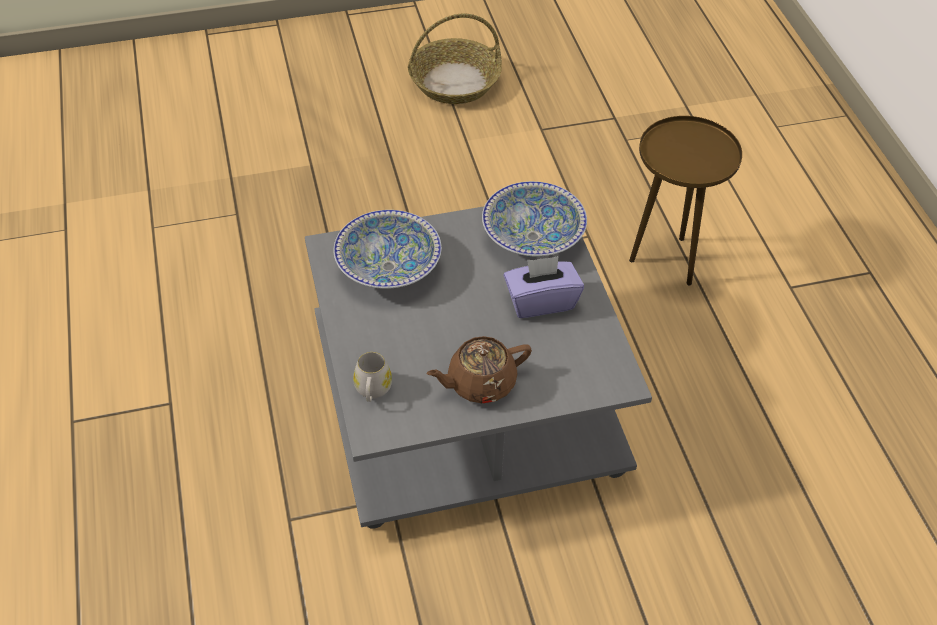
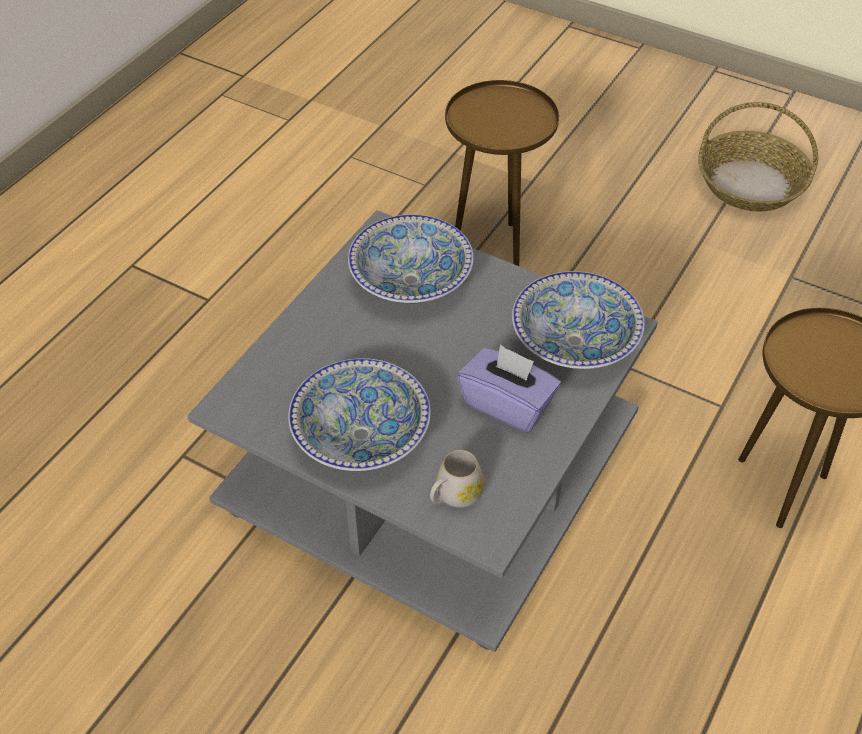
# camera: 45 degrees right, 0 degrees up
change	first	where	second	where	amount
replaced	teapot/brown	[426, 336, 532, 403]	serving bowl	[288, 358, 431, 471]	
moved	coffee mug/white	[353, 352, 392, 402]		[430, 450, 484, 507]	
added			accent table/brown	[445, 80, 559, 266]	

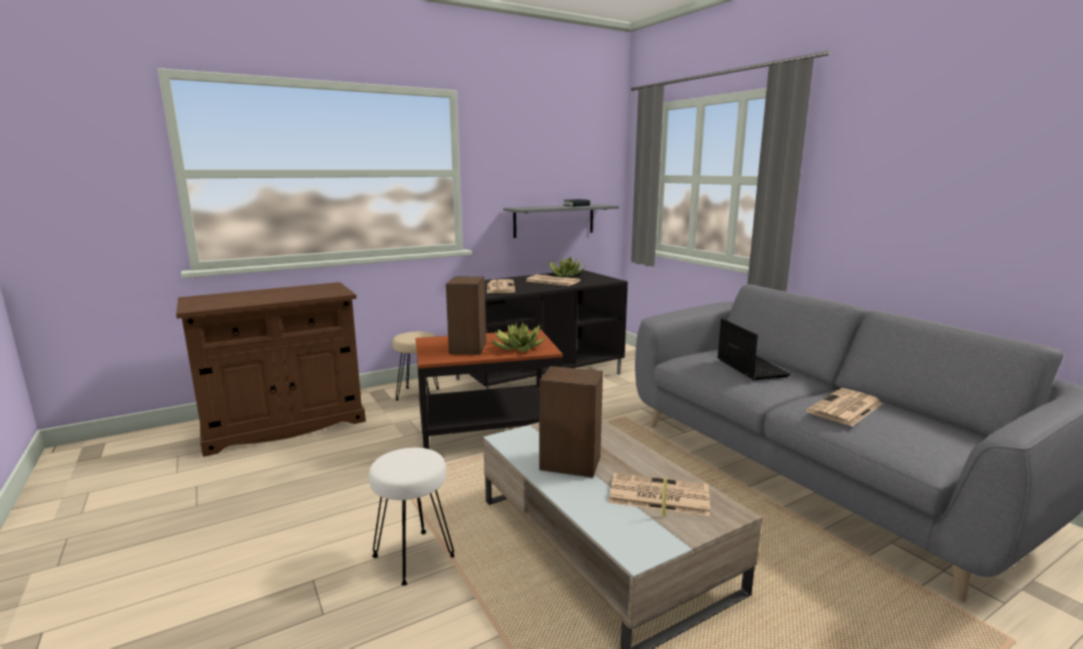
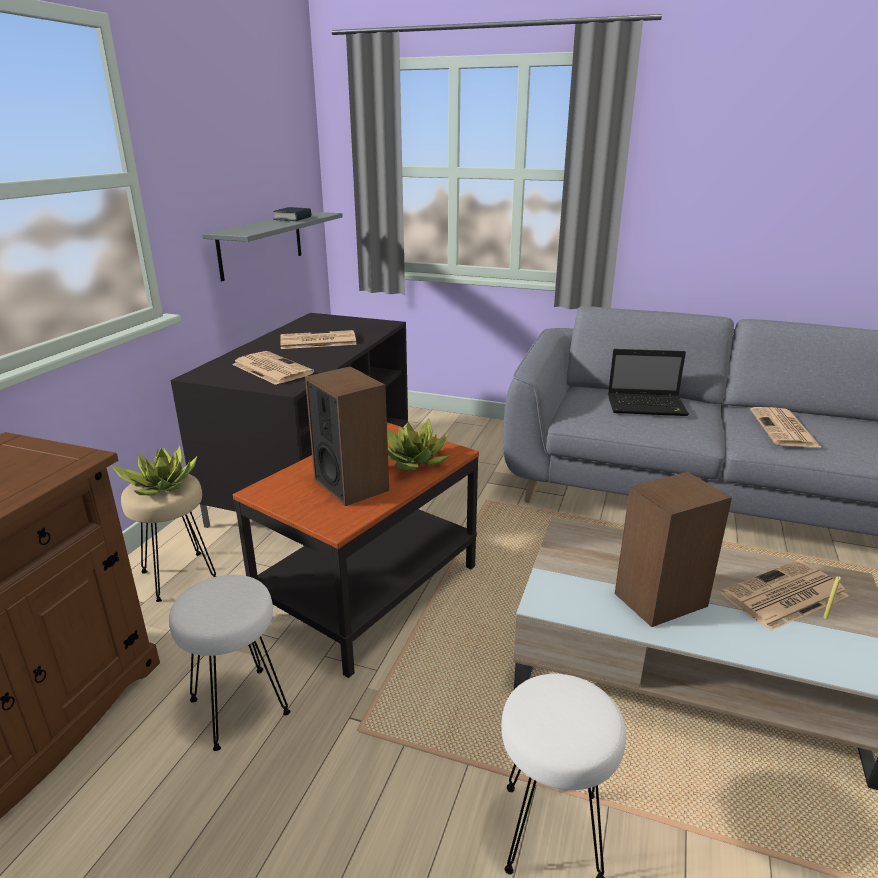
# camera: 40 degrees left, 10 degrees up
change	first	where	second	where	amount
moved	plant in a pot	[549, 256, 586, 276]		[111, 446, 197, 495]	
added			stool seat/white	[169, 575, 290, 751]	
turned	portable computer	[717, 318, 791, 380]		[608, 349, 689, 416]	150 degrees clockwise

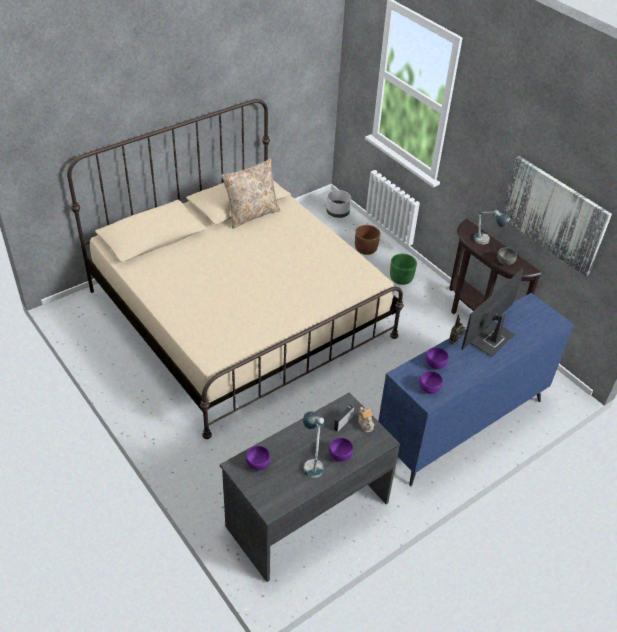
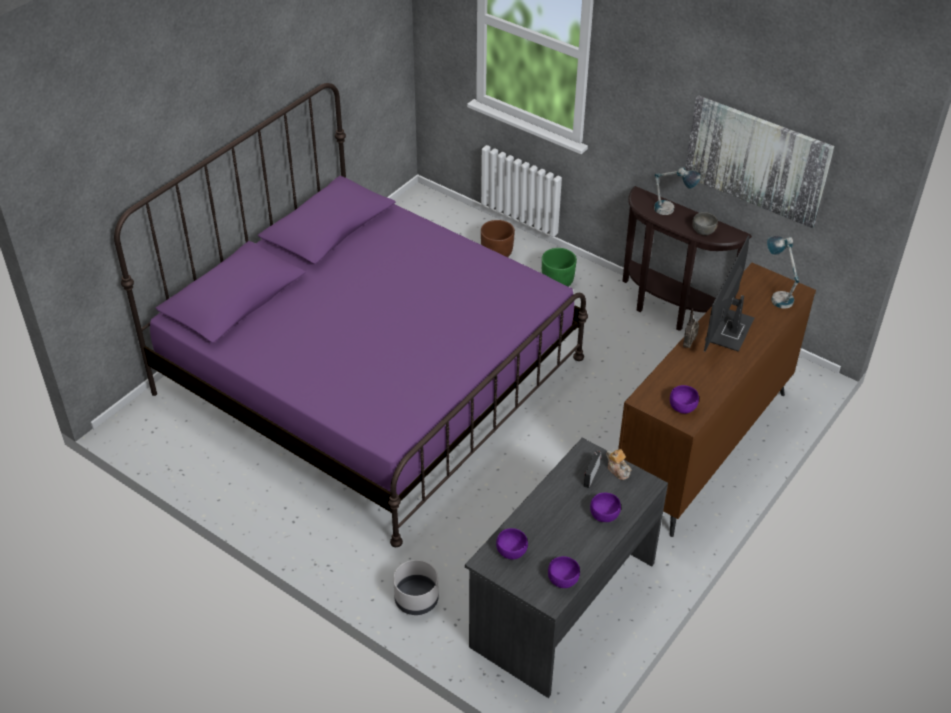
# camera: 15 degrees left, 0 degrees up
change	first	where	second	where	amount
recoloured	sleeping bed/sand-coloured	[67, 99, 404, 439]	sleeping bed/purple-coloured	[114, 83, 588, 547]	
moved	flower pot/grey	[327, 190, 351, 218]		[393, 560, 439, 615]	
moved	serving bowl/purple-coloured	[426, 347, 449, 369]		[548, 556, 580, 588]	
recoloured	drawer chest/blue-coloured	[378, 293, 574, 486]	drawer chest/brown	[618, 263, 816, 537]	
moved	lamp for a table	[303, 411, 324, 478]		[767, 236, 799, 309]	
removed	pillow/sand-coloured	[221, 158, 281, 229]			

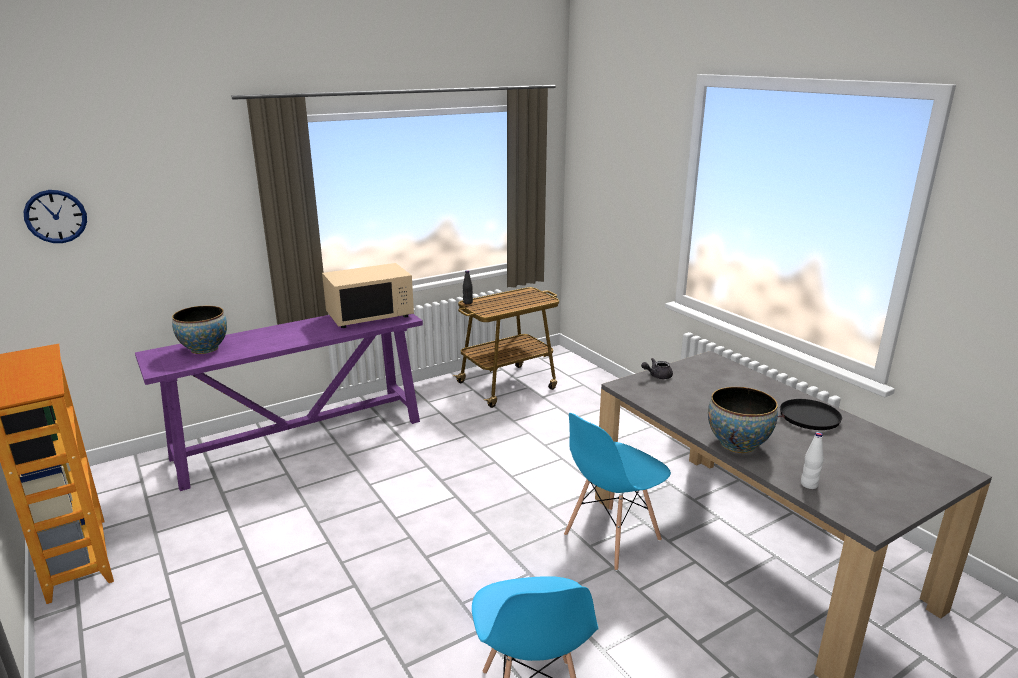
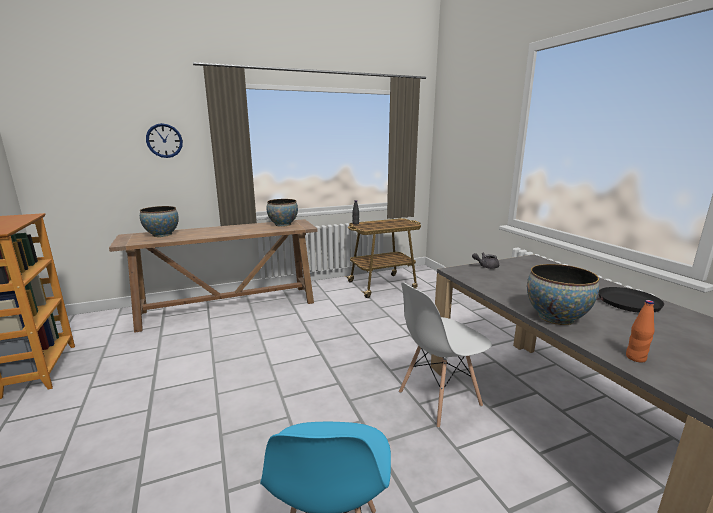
# camera: 10 degrees right, 5 degrees down
change	first	where	second	where	amount
recoloured	console table/purple-coloured	[135, 314, 423, 491]	console table/brown	[109, 219, 318, 333]	
moved	clock on the wall	[24, 190, 87, 243]		[146, 123, 183, 158]	
replaced	microwave/sand-coloured	[322, 263, 414, 328]	serving bowl	[266, 199, 298, 227]	
recoloured	upright chair/blue-coloured	[564, 413, 671, 571]	upright chair/white	[399, 282, 492, 428]	
recoloured	drink bottle/white	[801, 432, 824, 489]	drink bottle/orange-coloured	[626, 300, 655, 363]	

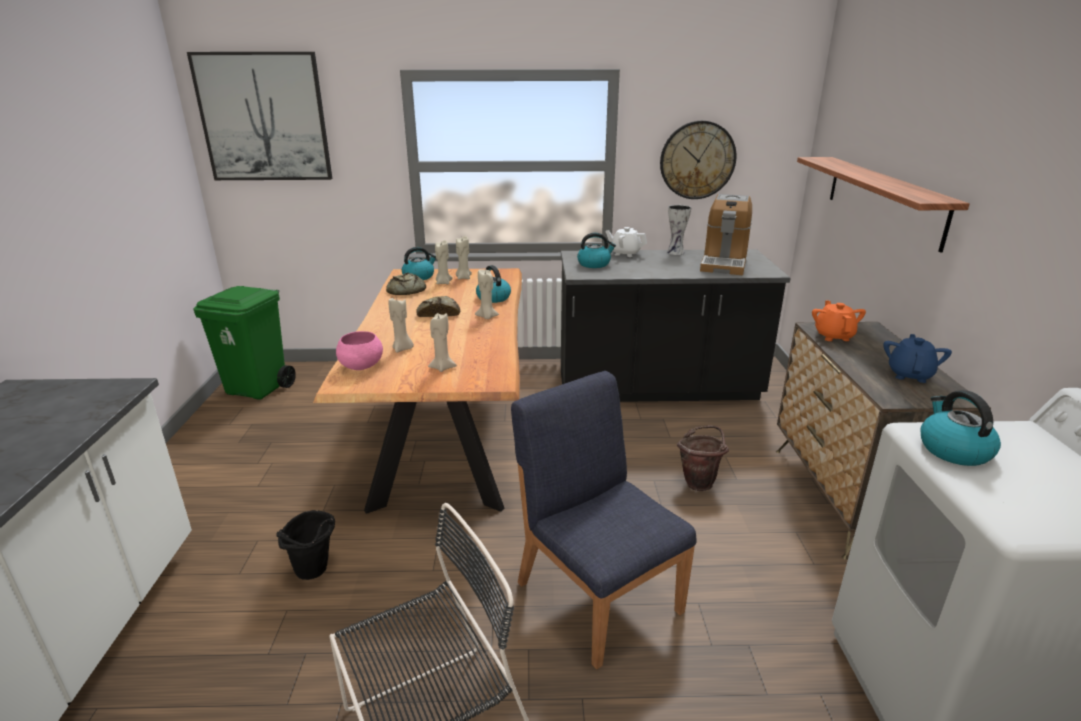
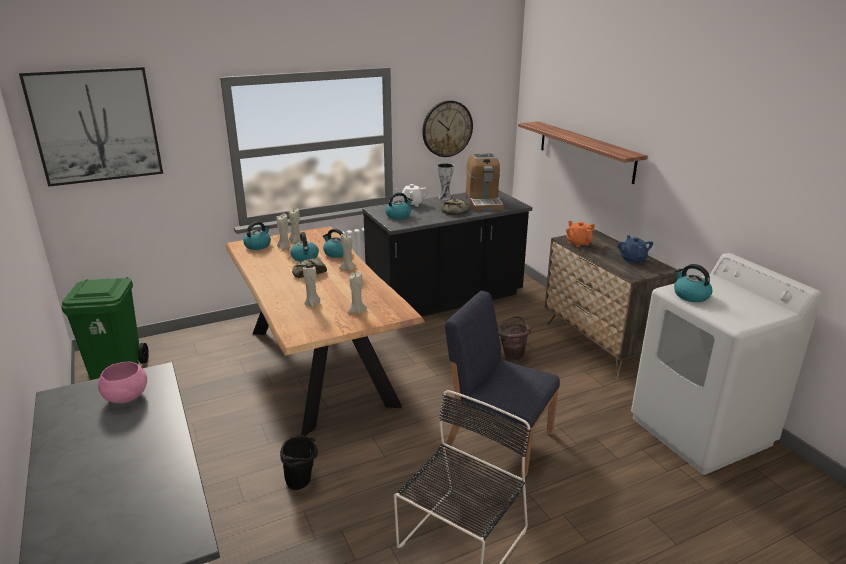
# camera: 25 degrees left, 0 degrees up
change	first	where	second	where	amount
moved	serving bowl/pink-coloured	[336, 331, 383, 370]		[98, 362, 147, 403]	
added			water kettle	[291, 232, 319, 262]	
moved	bread	[386, 273, 426, 295]		[441, 198, 470, 215]	

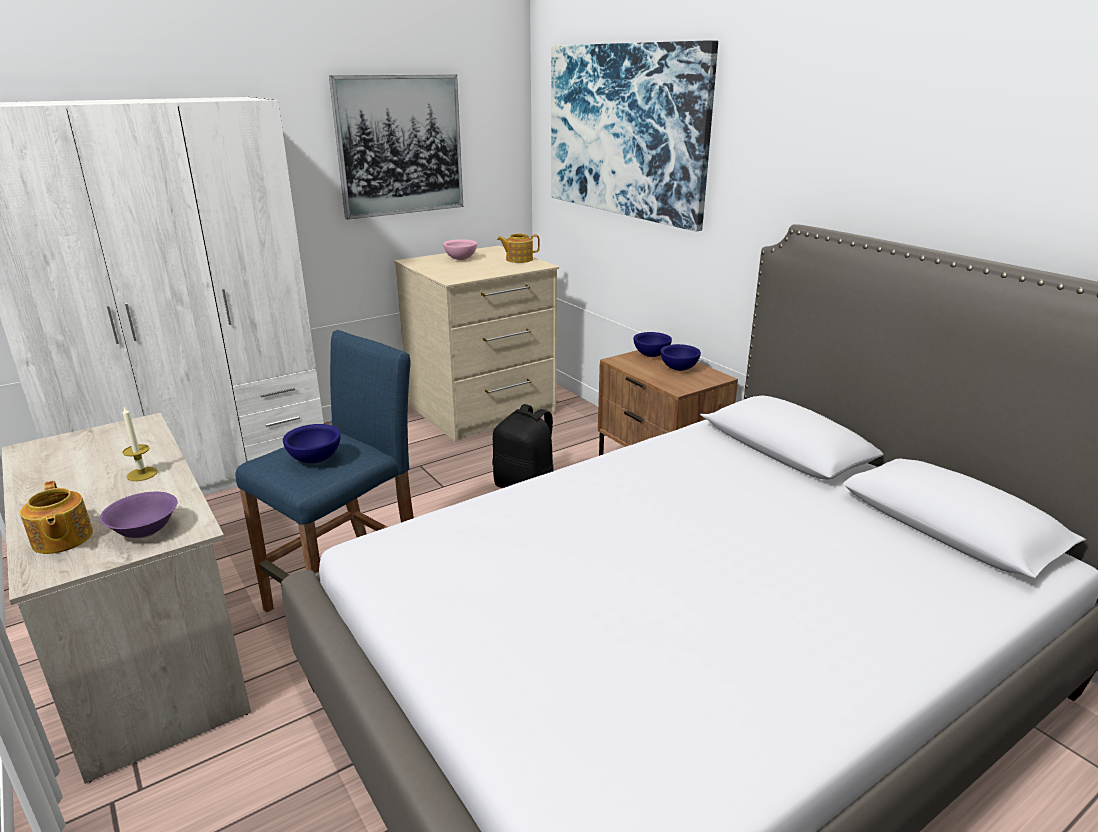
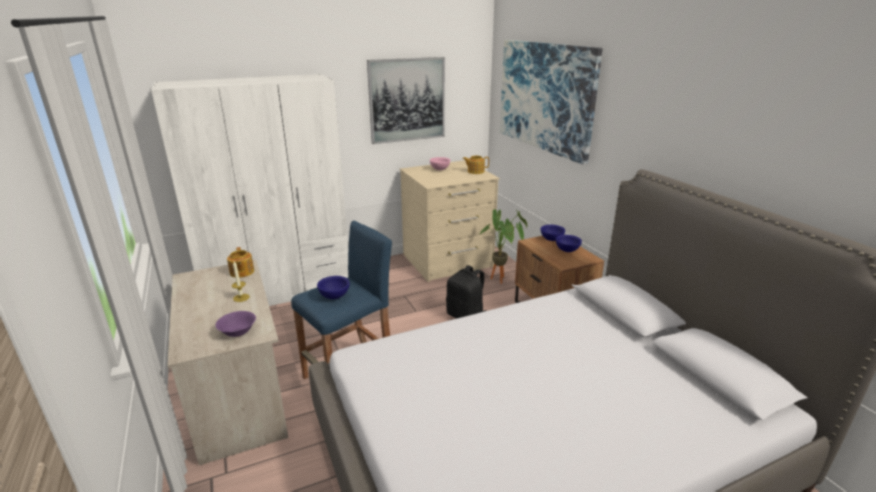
# camera: 10 degrees right, 0 degrees up
change	first	where	second	where	amount
moved	teapot	[20, 481, 93, 554]		[227, 247, 254, 278]	
added			plant in a pot	[480, 209, 527, 284]	

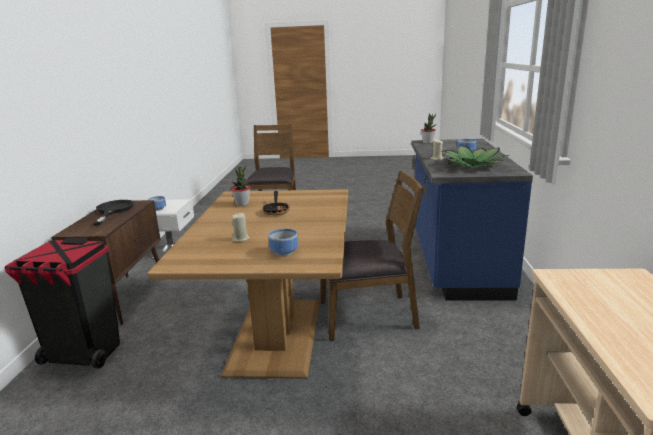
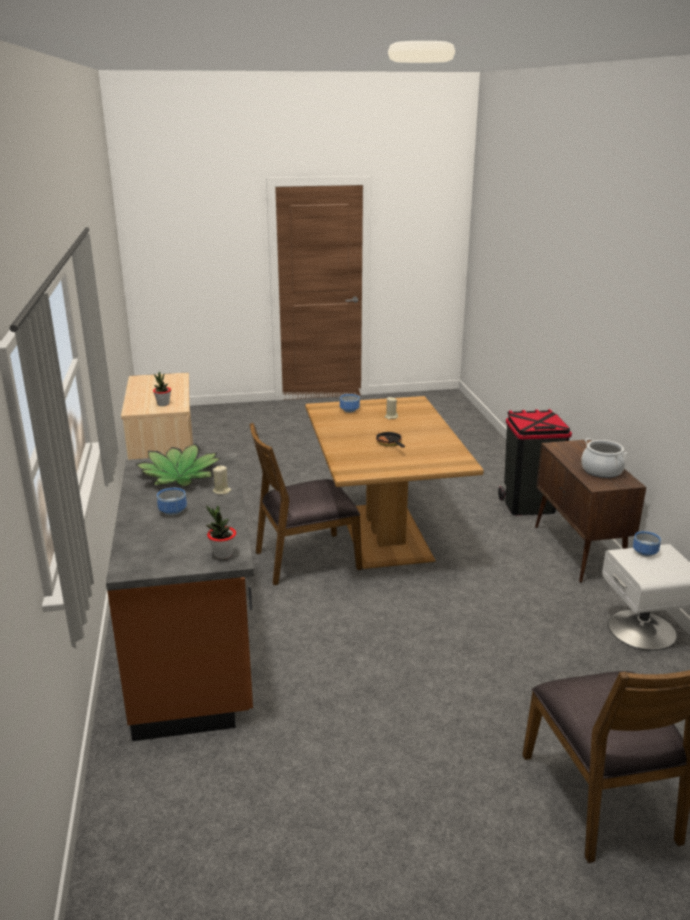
# camera: 165 degrees right, 5 degrees up
change	first	where	second	where	amount
recoloured	kitchen base unit/blue-coloured	[411, 139, 533, 301]	kitchen base unit/brown	[106, 452, 254, 741]	
moved	plant in a pot	[231, 165, 251, 206]		[153, 372, 171, 406]	
replaced	skillet/black	[93, 200, 134, 226]	stockpot	[581, 438, 628, 478]	

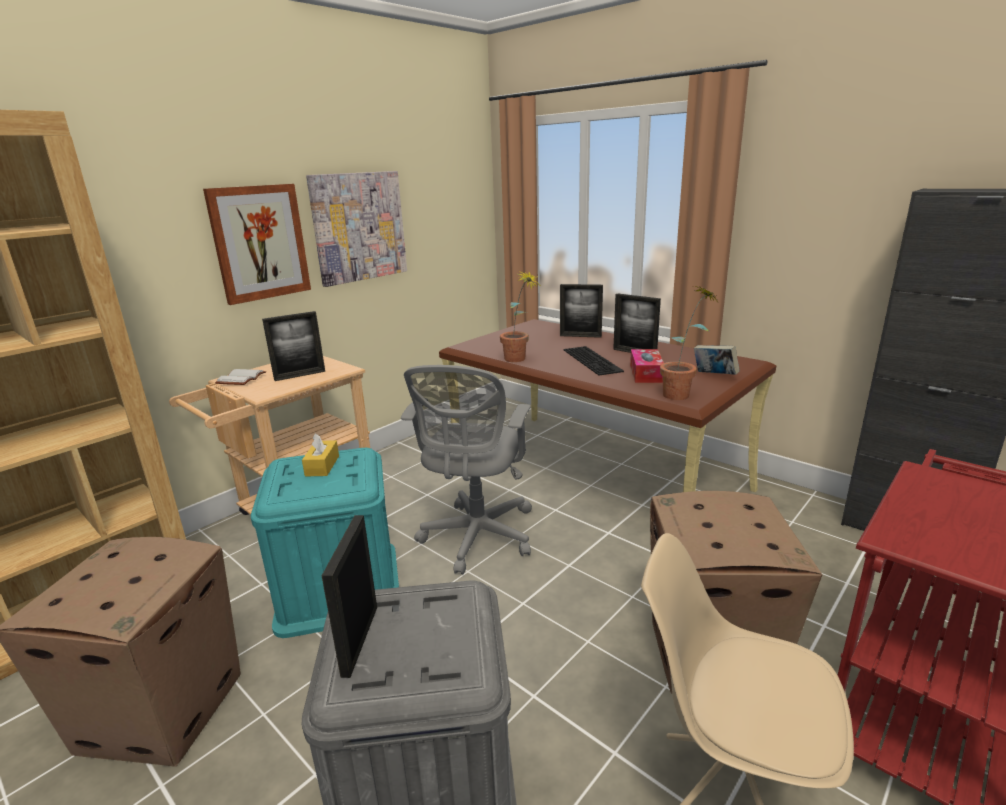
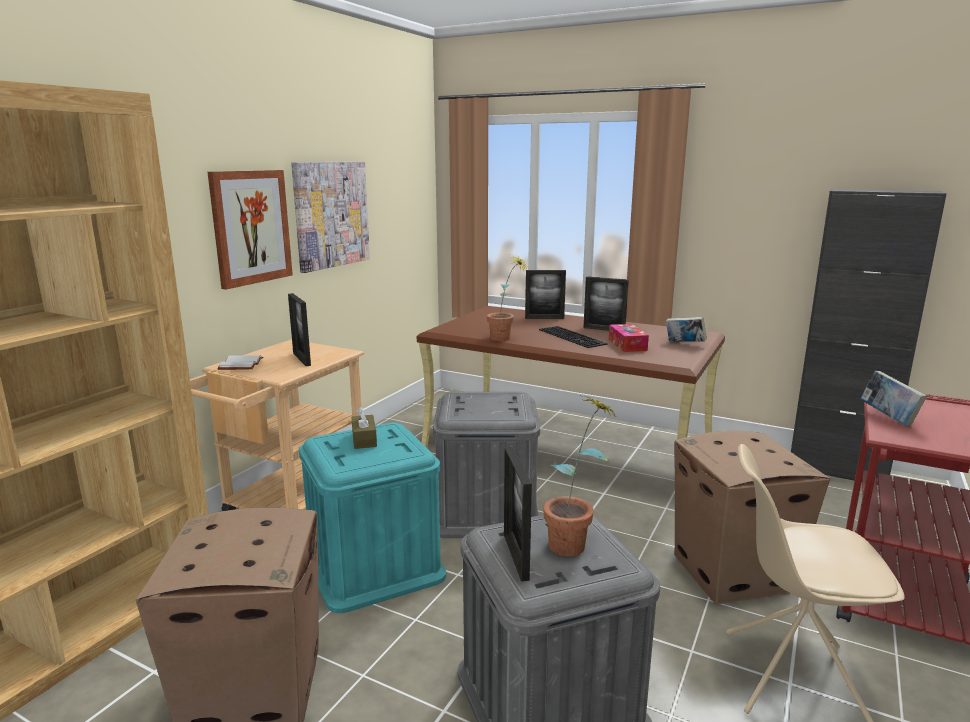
# camera: 15 degrees left, 5 degrees down
change	first	where	second	where	amount
turned	standing frame	[262, 311, 325, 381]		[288, 293, 311, 366]	105 degrees clockwise
recoloured	tissue holder/yellow-coloured	[302, 433, 339, 477]	tissue holder/brown	[352, 406, 377, 449]	
replaced	computer chair/grey	[401, 365, 532, 574]	storage box/grey	[433, 392, 540, 538]	
moved	plant in a pot	[660, 286, 719, 400]		[543, 396, 616, 556]	
added			volume	[860, 371, 927, 426]	

